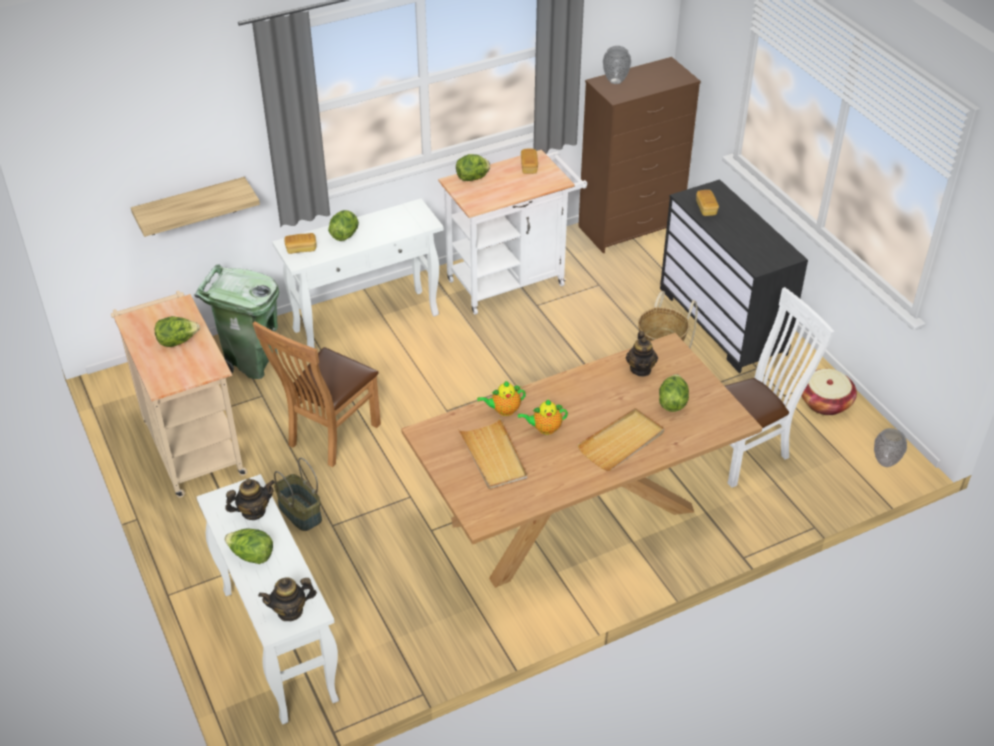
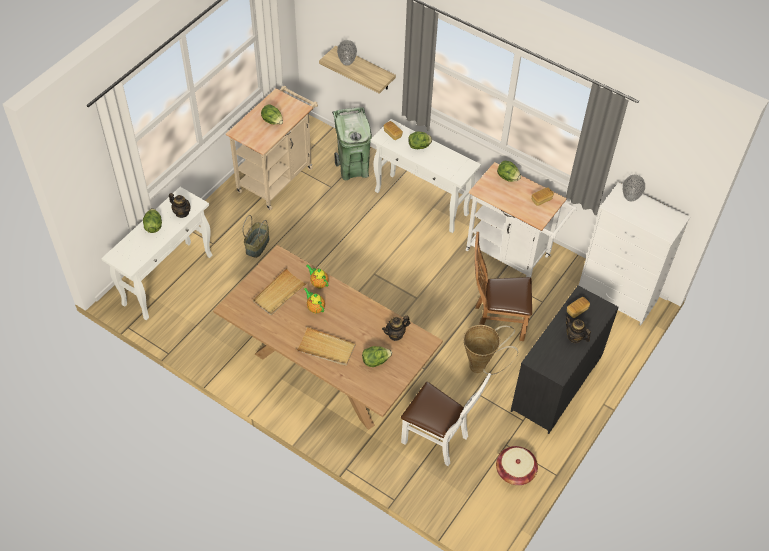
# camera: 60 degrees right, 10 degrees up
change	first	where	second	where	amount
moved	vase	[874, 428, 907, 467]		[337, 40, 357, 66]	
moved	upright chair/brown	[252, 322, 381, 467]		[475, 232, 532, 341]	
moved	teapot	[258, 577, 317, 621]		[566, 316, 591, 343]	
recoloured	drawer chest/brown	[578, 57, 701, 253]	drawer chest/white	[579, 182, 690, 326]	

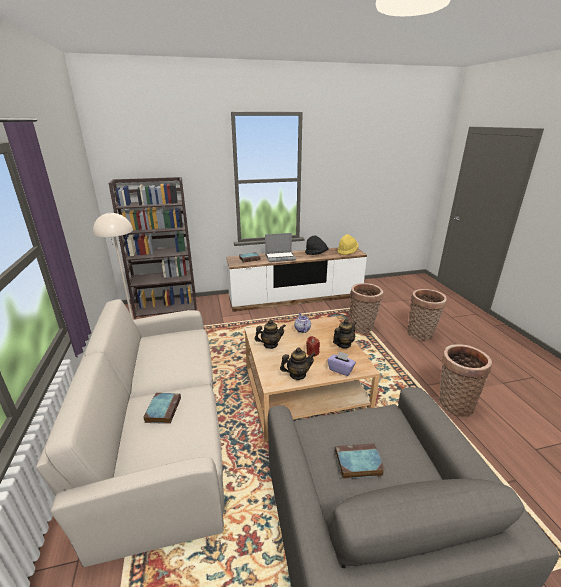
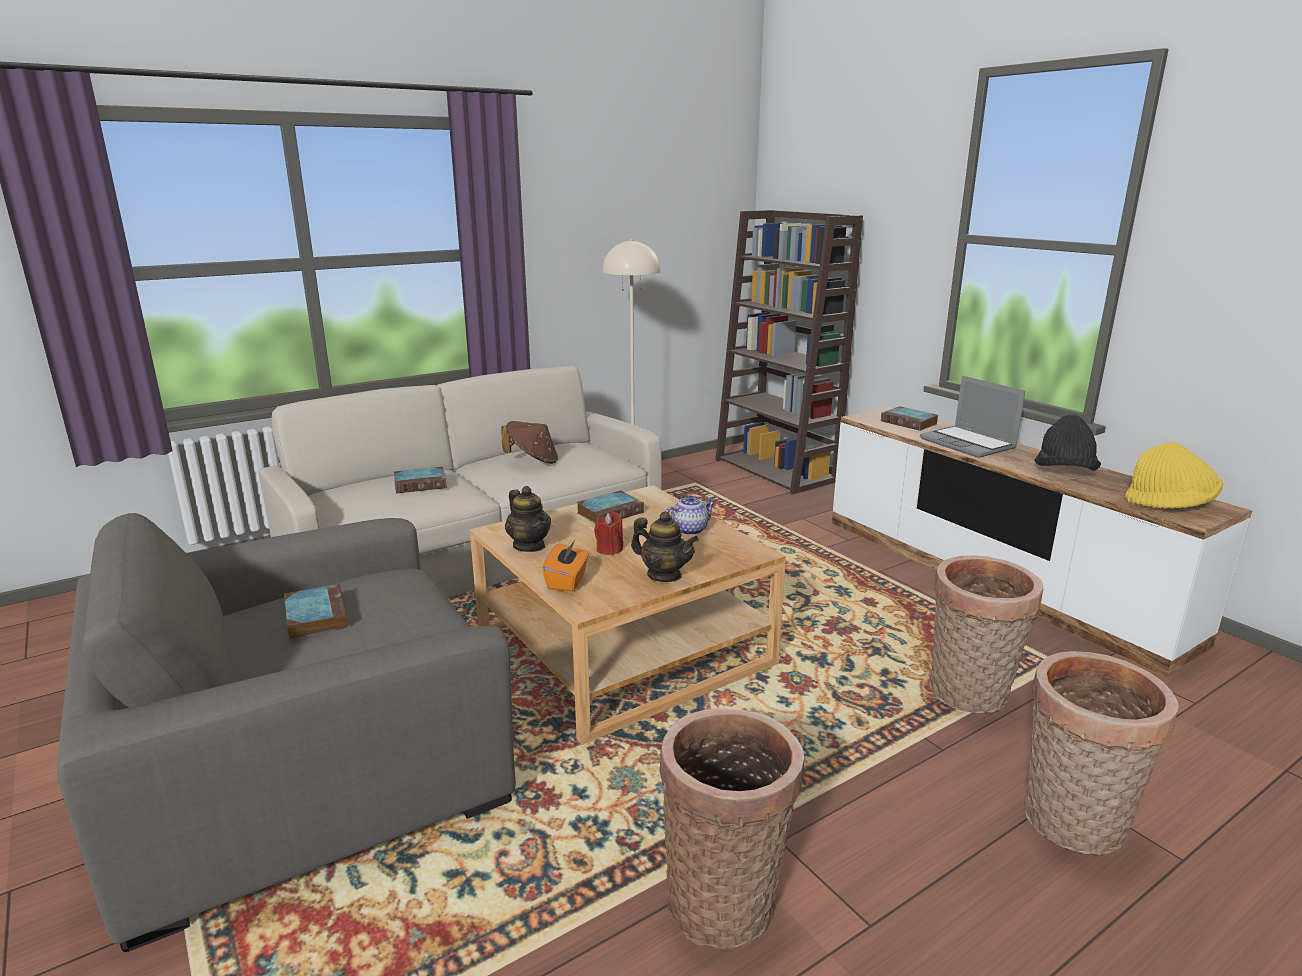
# camera: 70 degrees right, 5 degrees down
change	first	where	second	where	amount
added			hat/brown	[501, 421, 558, 464]	
recoloured	tissue holder/purple-coloured	[327, 351, 356, 376]	tissue holder/orange-coloured	[542, 540, 589, 592]	
replaced	teapot	[255, 320, 286, 349]	volume	[577, 490, 644, 523]	

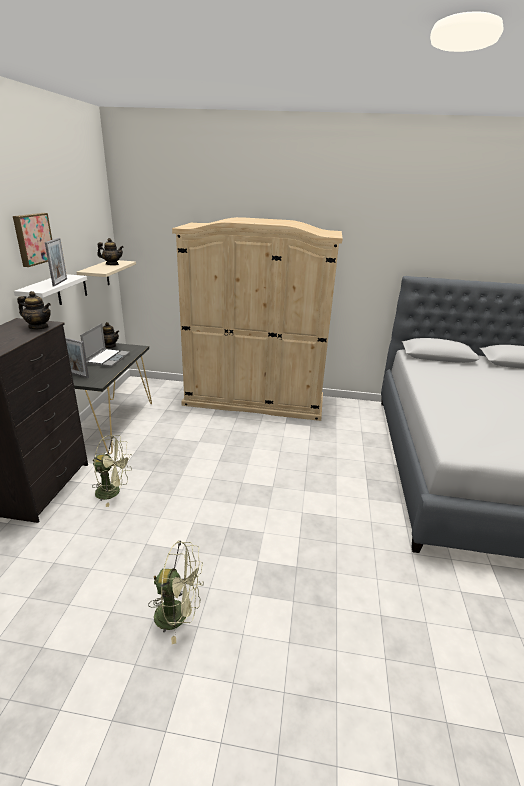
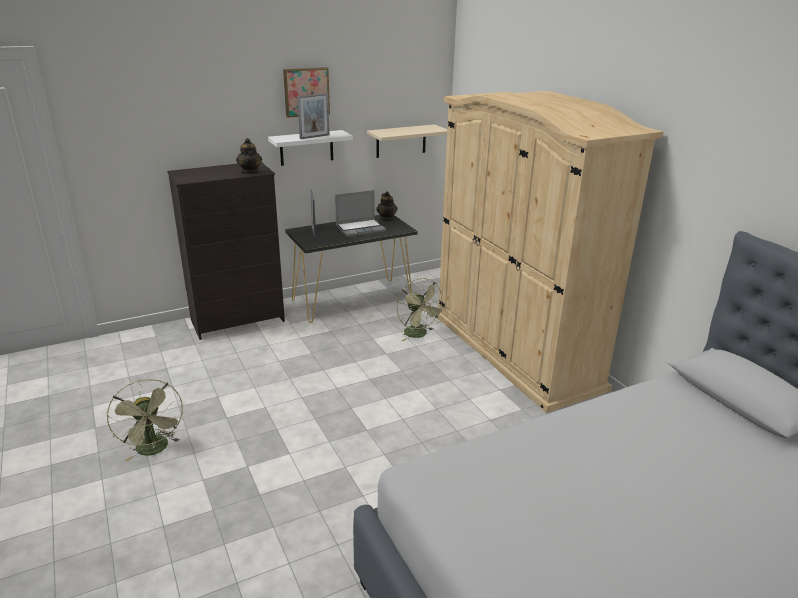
# camera: 55 degrees right, 0 degrees up
change	first	where	second	where	amount
moved	cooling fan/green	[92, 435, 132, 507]		[397, 278, 446, 341]	
removed	teapot	[97, 238, 124, 265]			

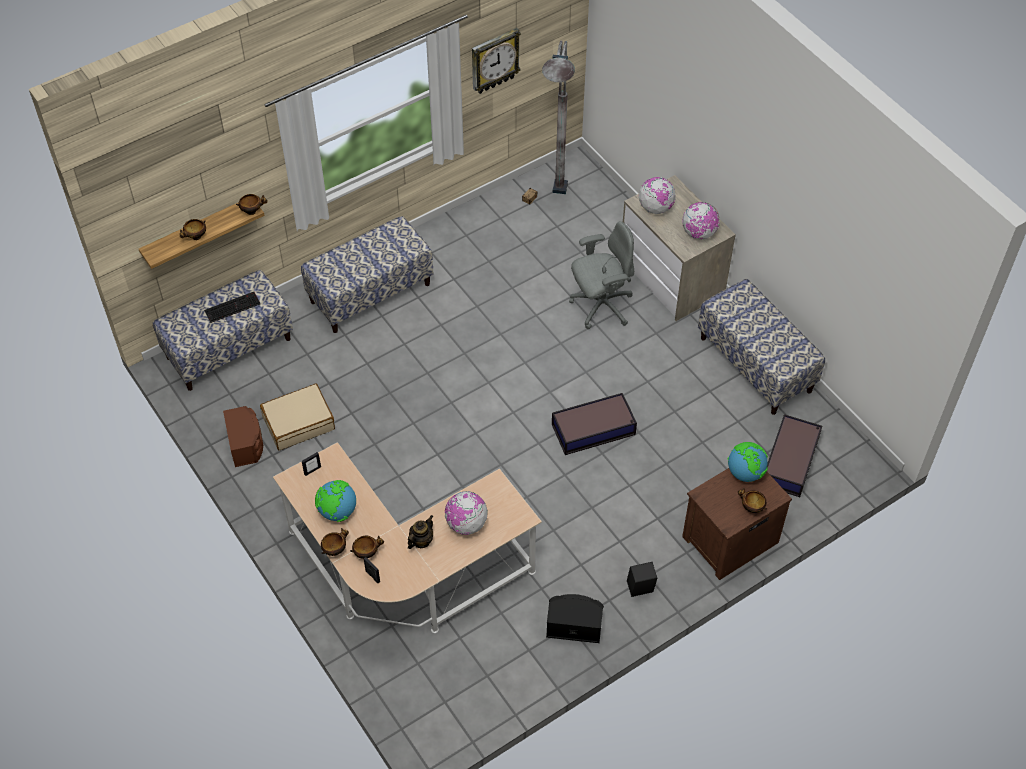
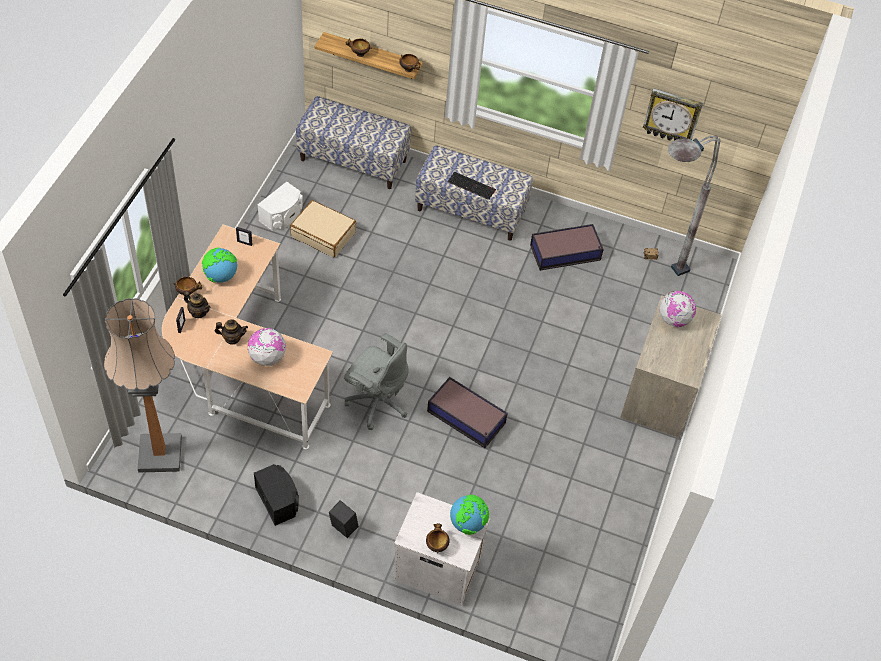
# camera: 50 degrees right, 0 degrees up
change	first	where	second	where	amount
added			floor lamp	[104, 298, 182, 472]	
replaced	serving bowl	[350, 536, 384, 559]	teapot	[184, 291, 210, 318]	
recoloured	audio speaker/brown	[223, 406, 263, 467]	audio speaker/white	[257, 182, 303, 231]	
moved	computer chair/grey	[569, 221, 634, 329]		[344, 333, 409, 430]	
recoloured	bedside table/brown	[682, 468, 792, 580]	bedside table/white	[393, 492, 491, 606]	
moved	computer keyboard	[204, 292, 261, 323]		[447, 172, 496, 200]	
moved	storage box	[767, 414, 822, 497]		[530, 224, 604, 271]	
removed	desk globe	[682, 202, 720, 240]			
removed	indoor bench	[698, 279, 825, 415]			

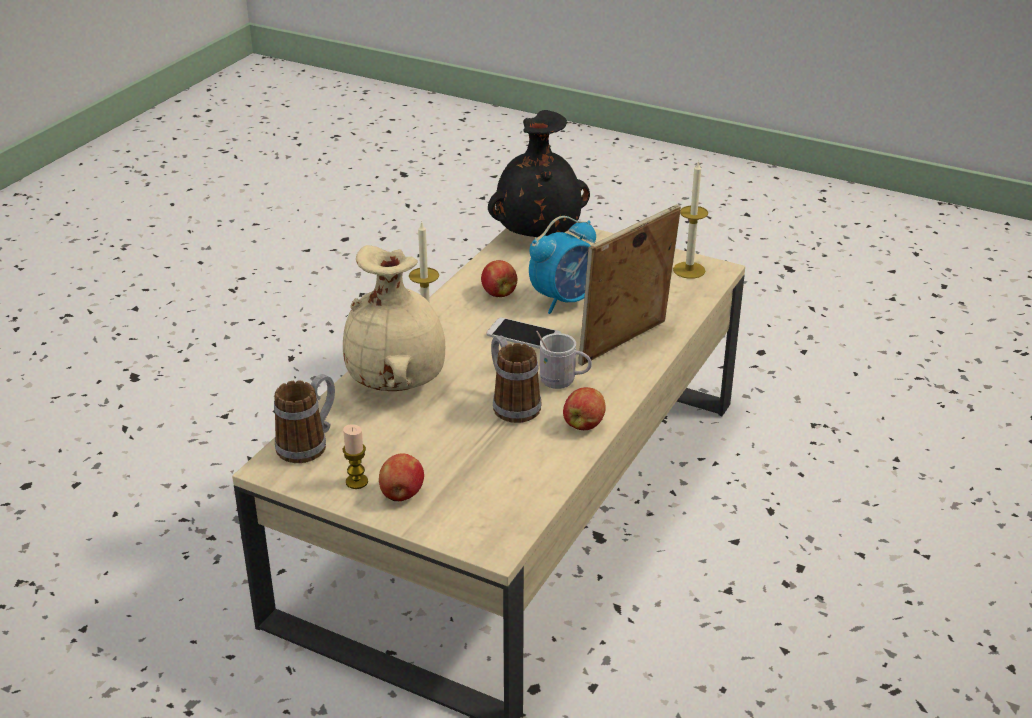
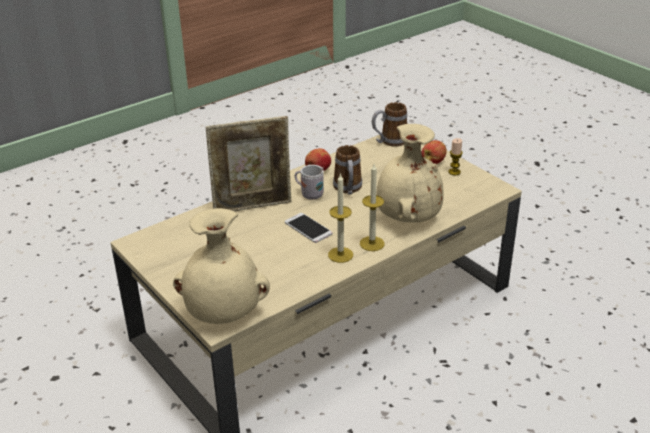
# camera: 155 degrees left, 0 degrees up
change	first	where	second	where	amount
recoloured	vase/black	[488, 110, 590, 237]	vase/sand-coloured	[173, 208, 270, 324]	
moved	wax light	[673, 160, 708, 279]		[328, 173, 353, 263]	
moved	coffee mug	[274, 374, 335, 463]		[372, 102, 407, 147]	
removed	whole apple	[481, 260, 517, 297]			
removed	alarm clock	[529, 216, 596, 314]			

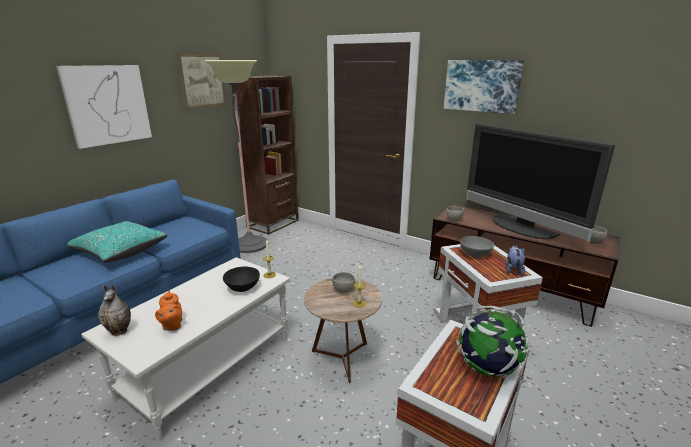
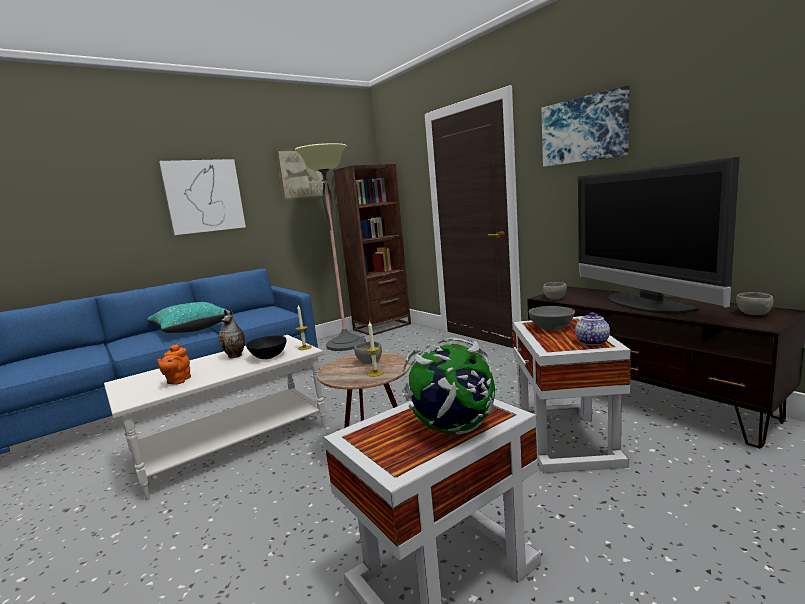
# camera: 20 degrees right, 10 degrees down
change	first	where	second	where	amount
moved	vase	[98, 285, 131, 336]		[219, 309, 245, 358]	
replaced	soft toy	[506, 246, 525, 275]	teapot	[575, 312, 610, 345]	

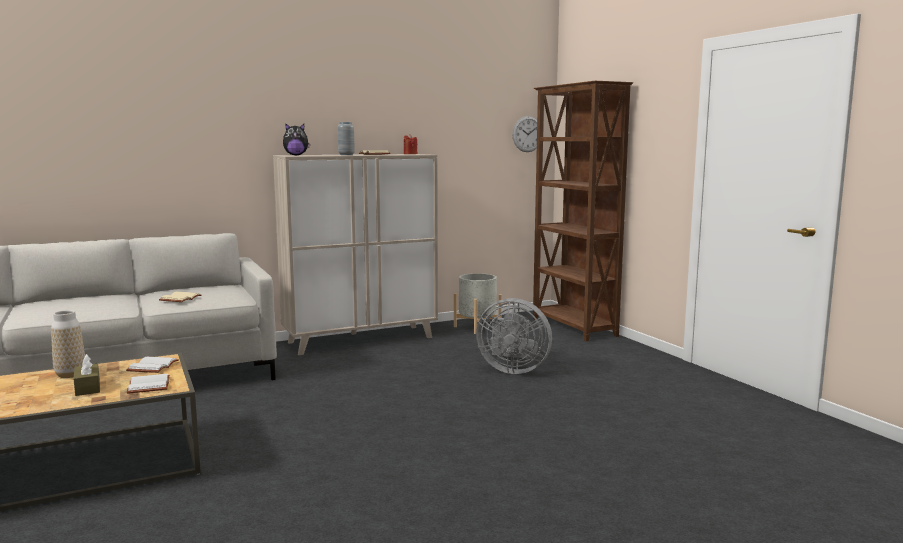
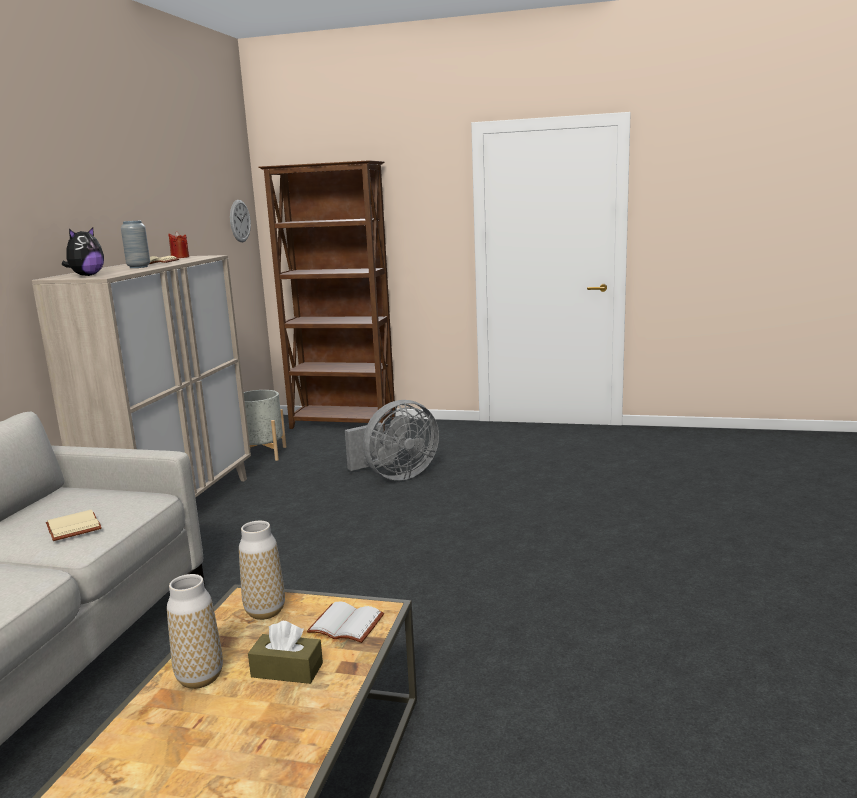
# camera: 50 degrees left, 5 degrees up
change	first	where	second	where	amount
replaced	volume/white	[126, 357, 179, 373]	vase	[239, 521, 285, 620]	

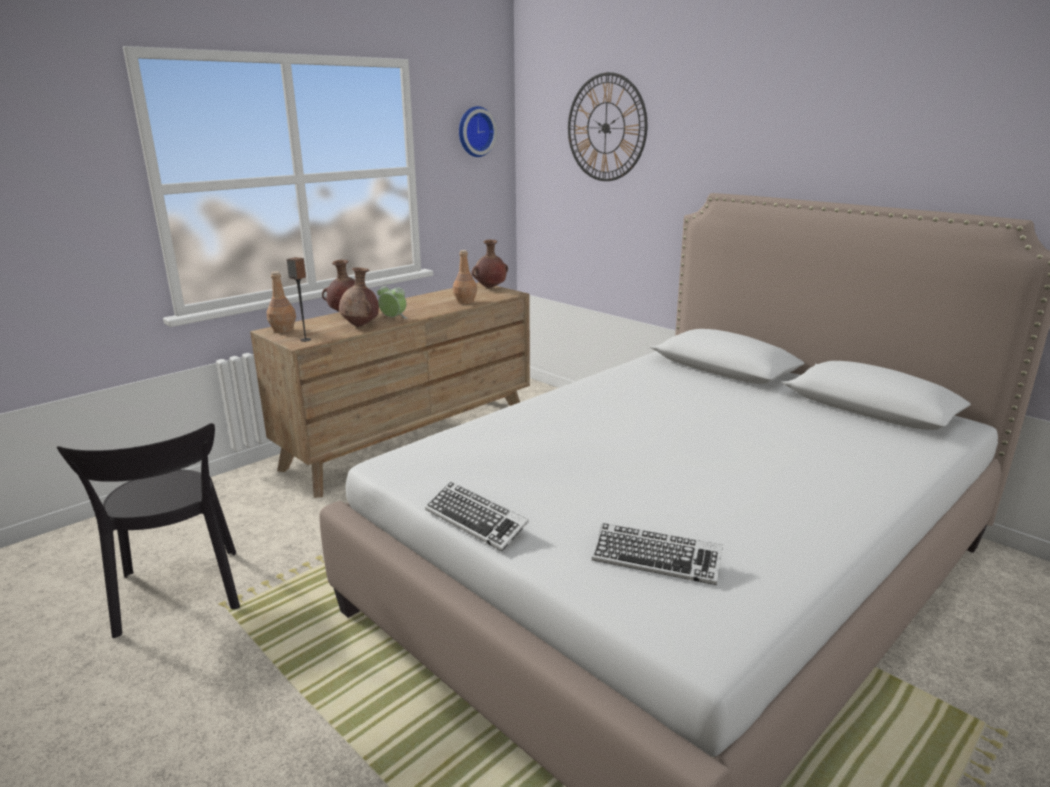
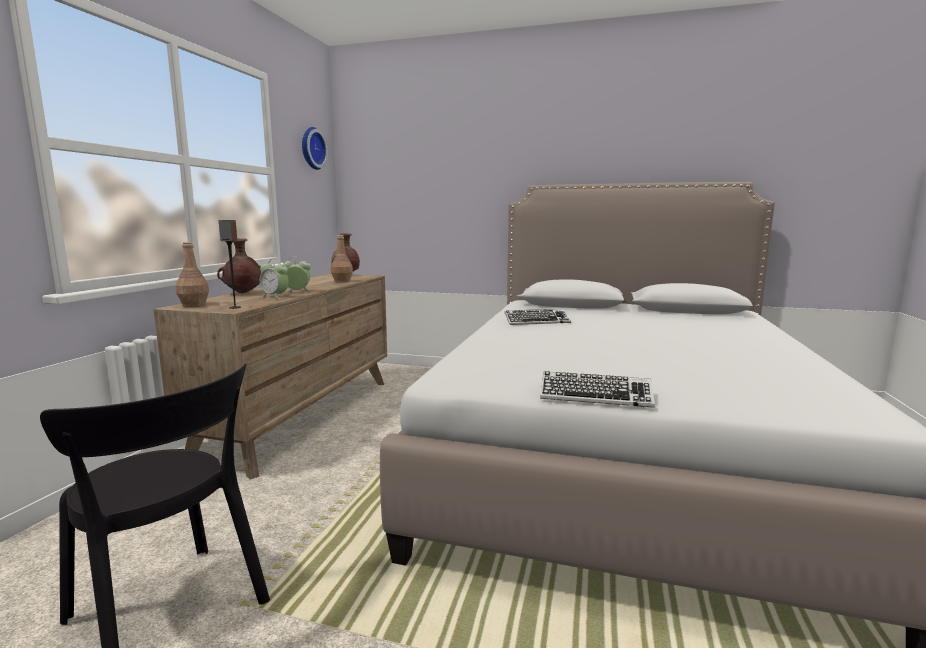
# camera: 30 degrees left, 10 degrees down
change	first	where	second	where	amount
replaced	vase/brown	[339, 268, 379, 327]	alarm clock	[260, 259, 289, 299]	
moved	computer keyboard	[592, 523, 723, 585]		[505, 309, 571, 325]	
removed	clock on the wall	[568, 72, 648, 181]			

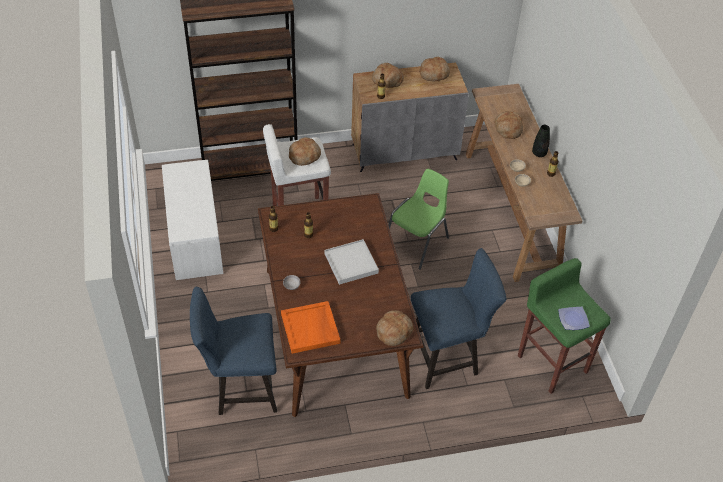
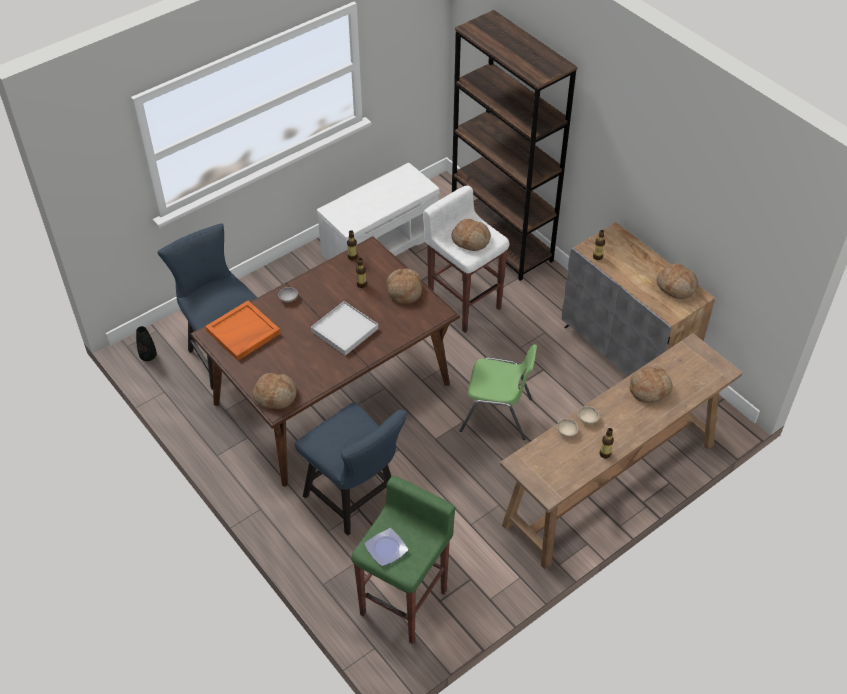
# camera: 65 degrees right, 0 degrees up
change	first	where	second	where	amount
moved	vase/black	[532, 125, 550, 157]		[136, 326, 157, 361]	
moved	bread	[372, 63, 404, 88]		[386, 269, 422, 304]	

